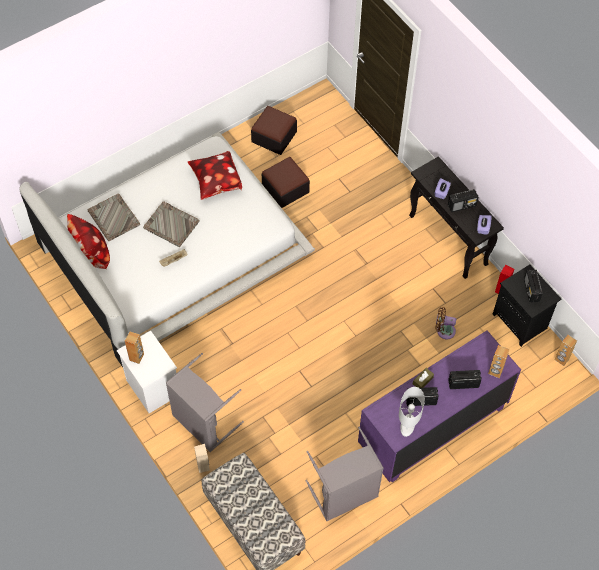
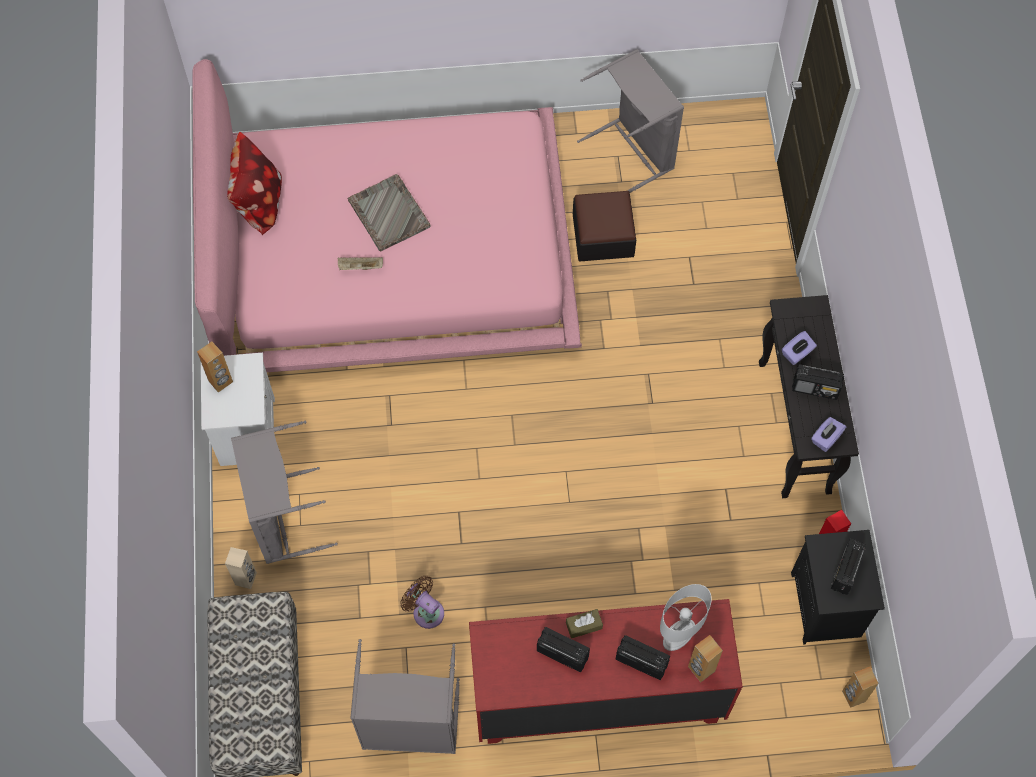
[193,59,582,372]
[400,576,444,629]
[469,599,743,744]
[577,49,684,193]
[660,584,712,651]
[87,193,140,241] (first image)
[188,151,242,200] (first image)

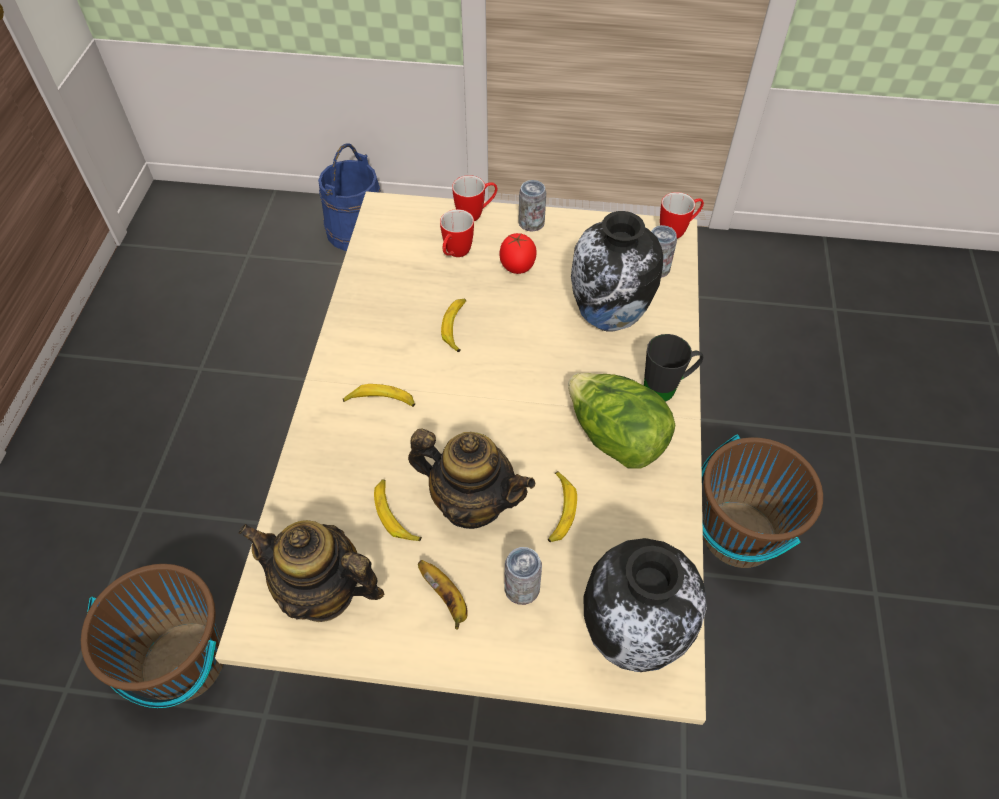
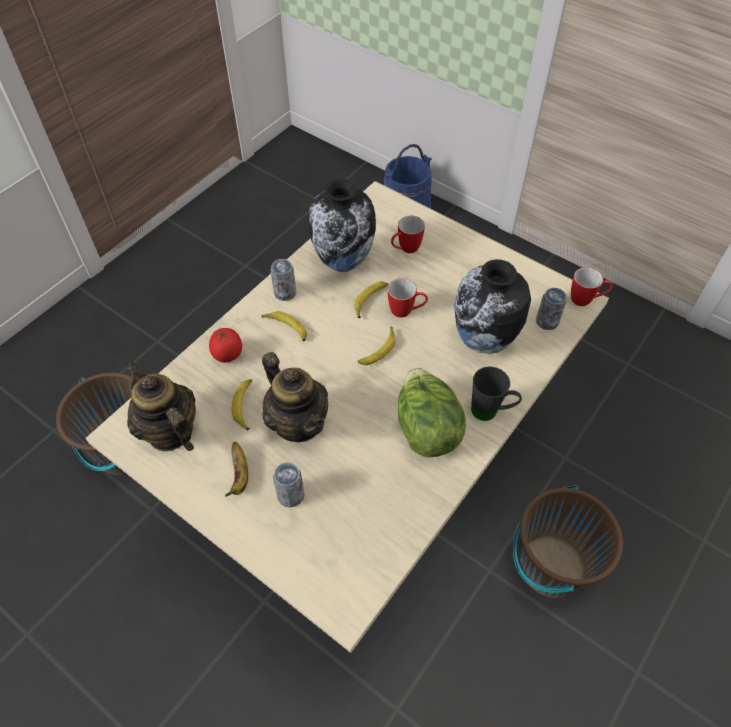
[209,328,242,363]
[271,259,296,301]
[308,179,376,272]
[358,327,396,366]
[388,278,428,318]

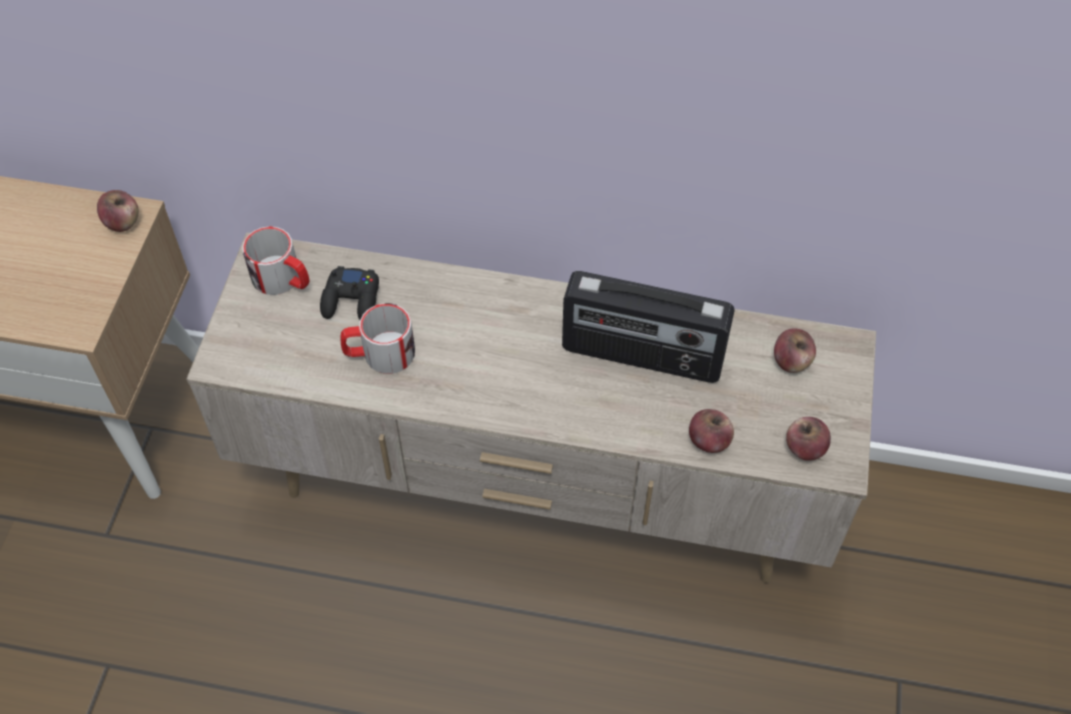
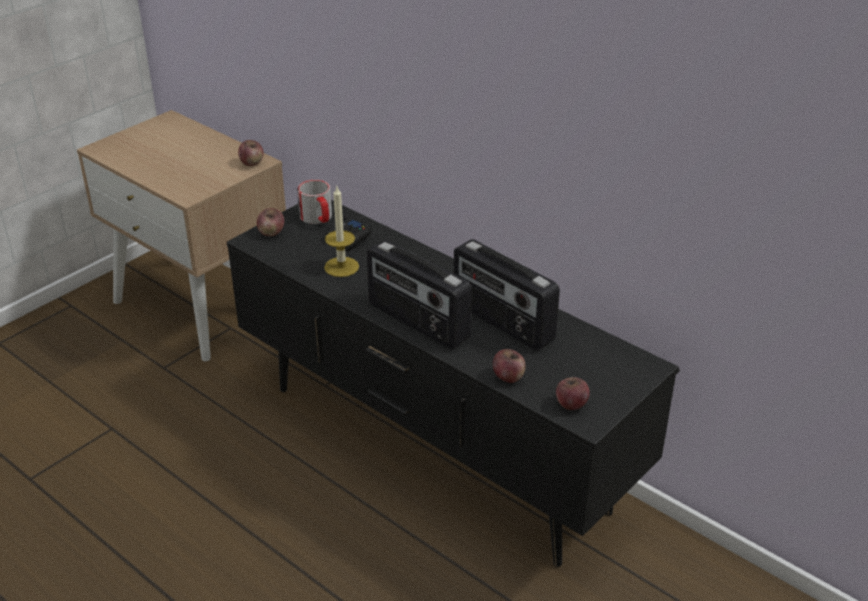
[227,200,680,567]
[257,208,284,236]
[324,187,359,277]
[367,240,472,349]

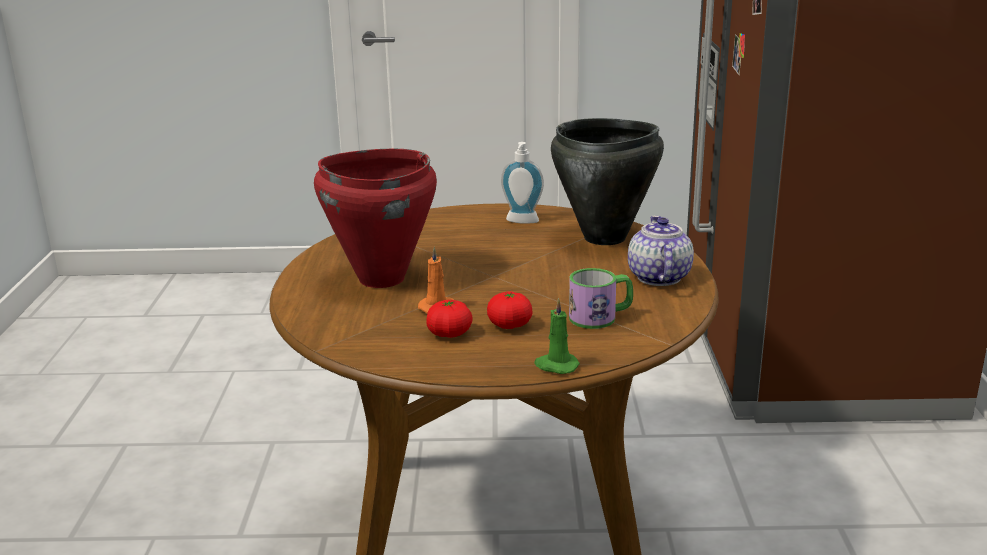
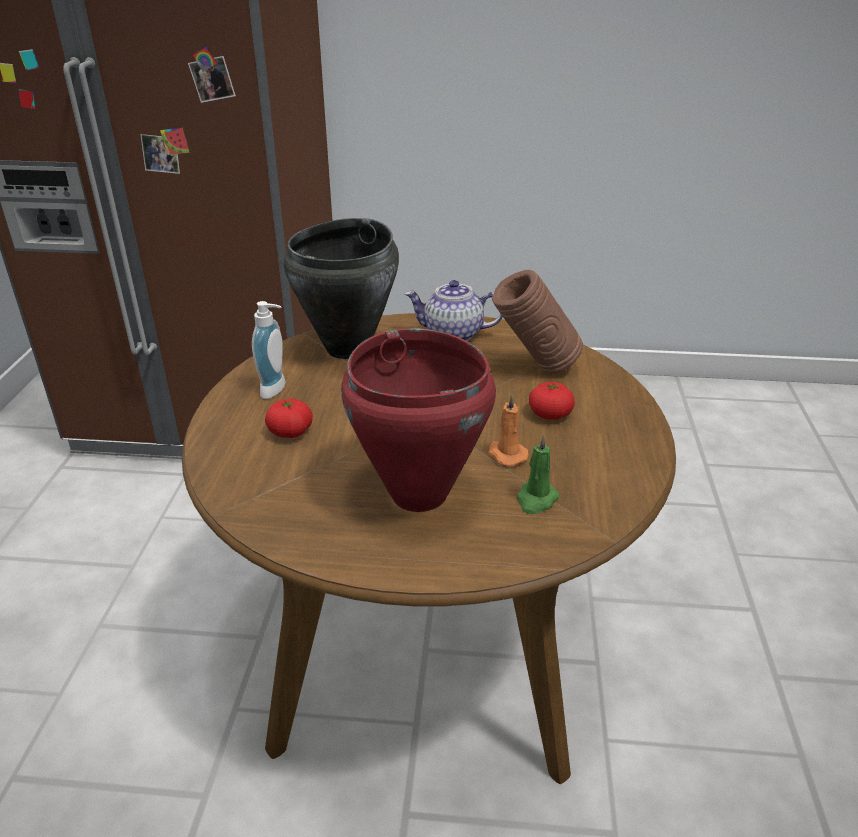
[265,398,313,438]
[492,270,583,373]
[517,434,560,514]

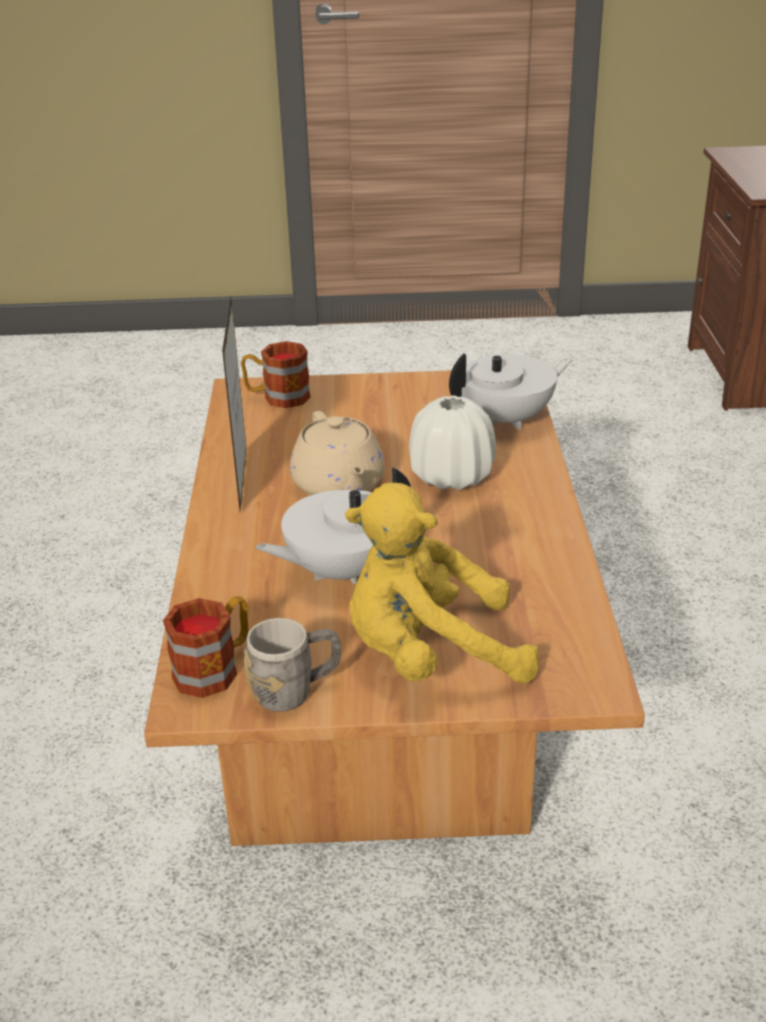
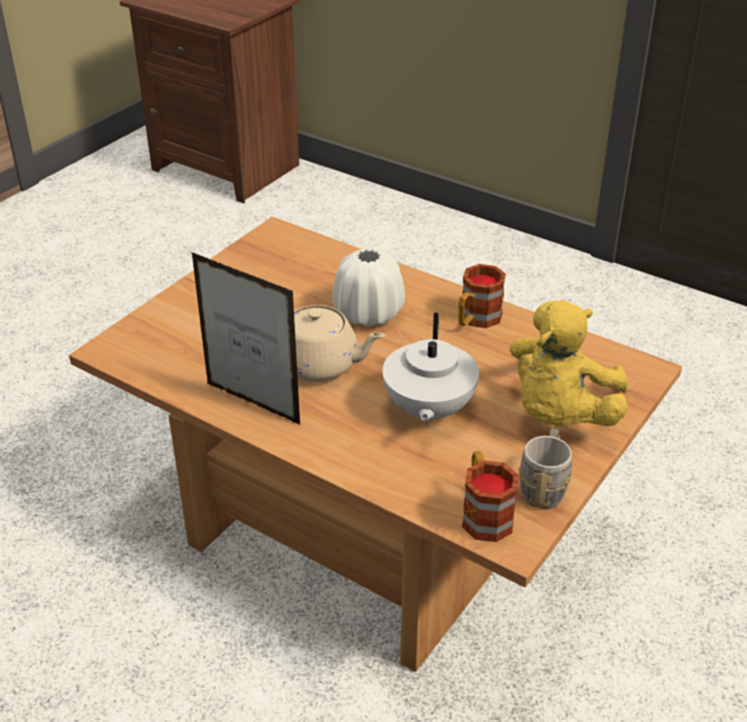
[458,264,506,328]
[449,353,573,430] (first image)

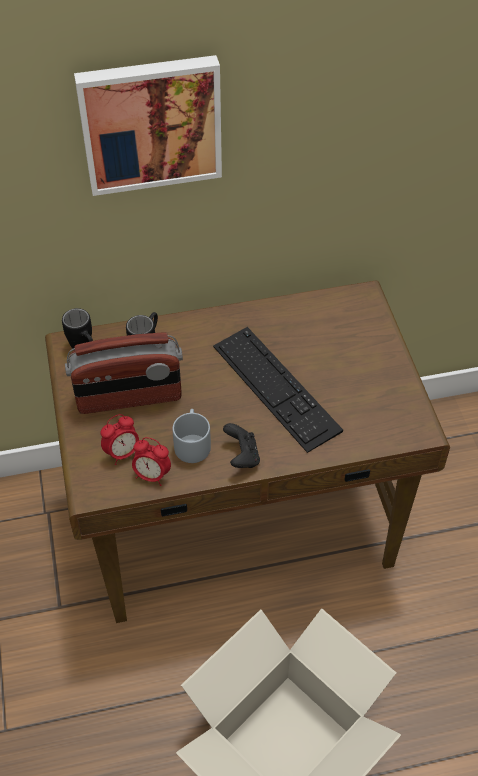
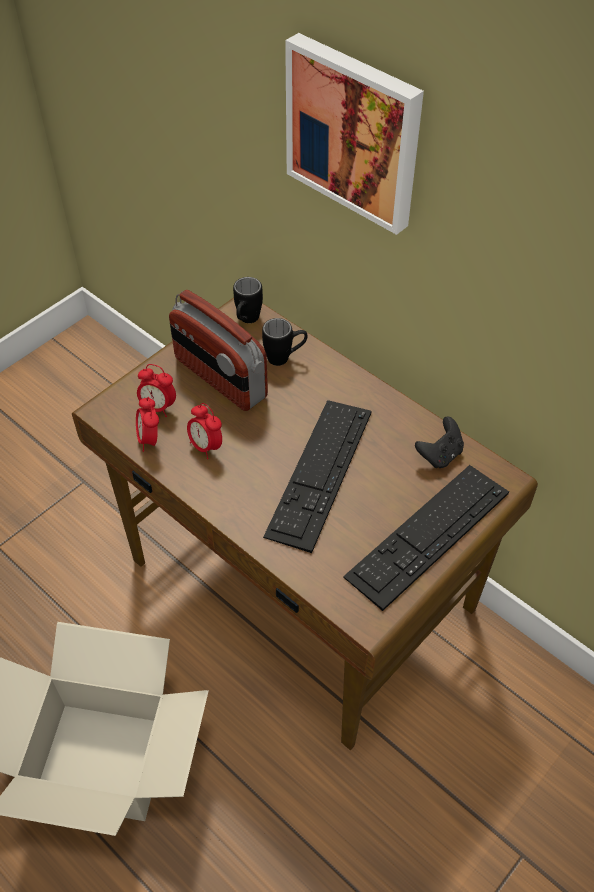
[187,403,222,459]
[343,465,509,611]
[415,417,464,468]

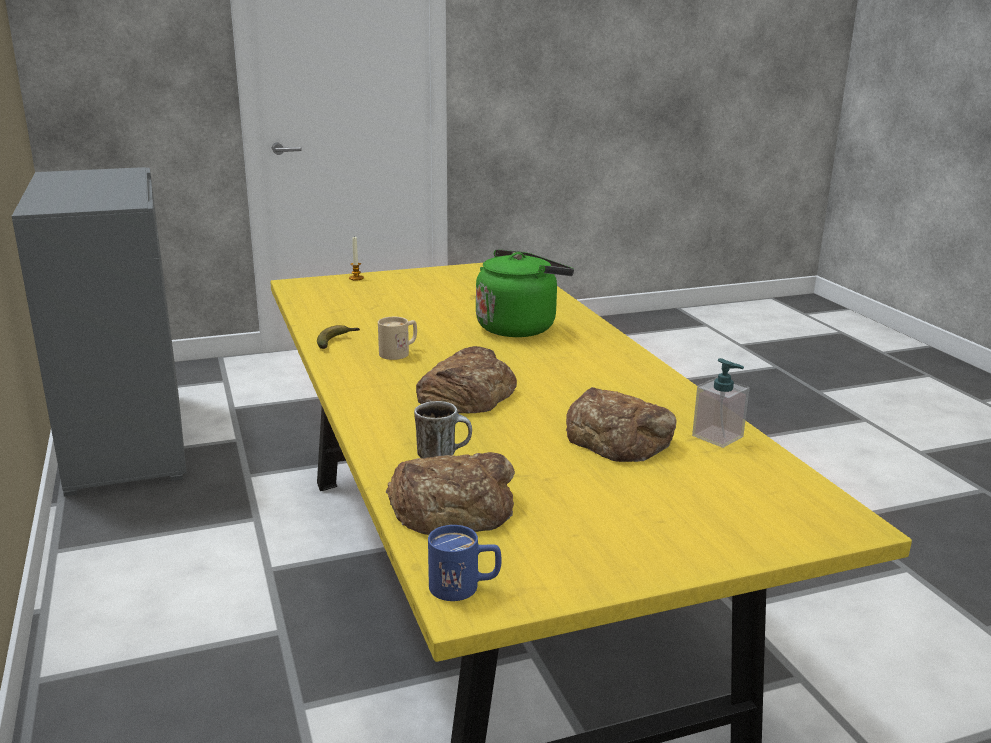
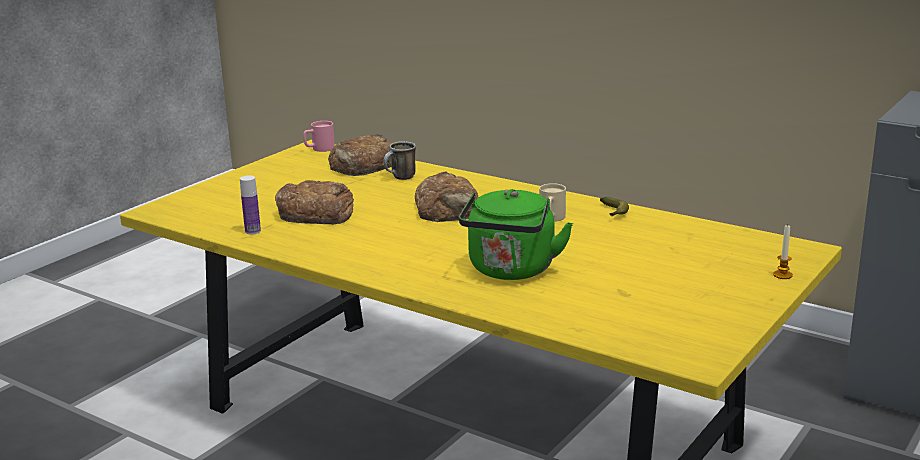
[240,175,261,234]
[303,121,335,152]

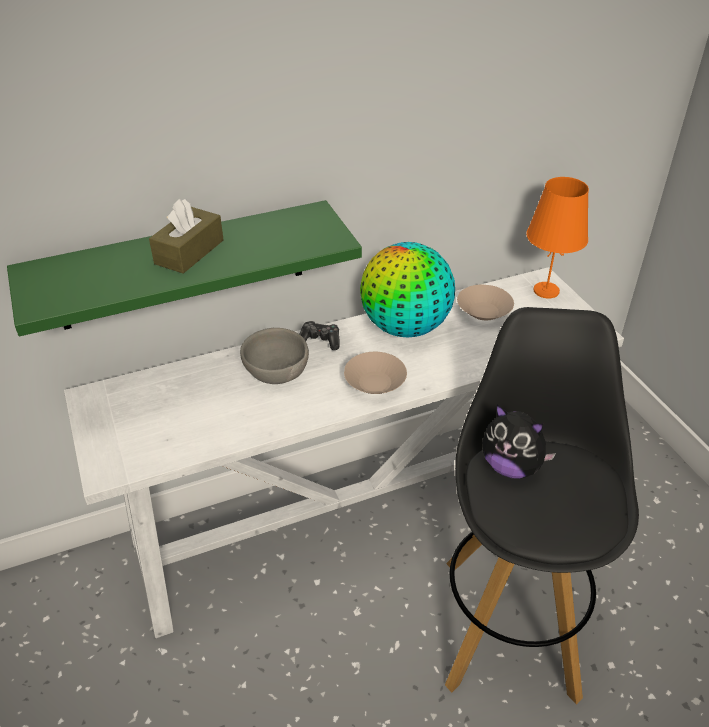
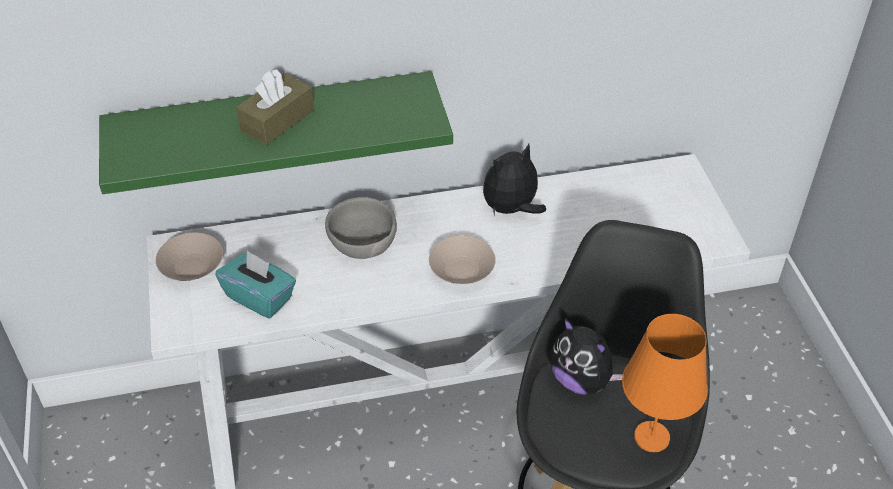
[156,232,223,281]
[215,250,296,319]
[483,144,546,217]
[622,314,708,452]
[300,321,340,350] (first image)

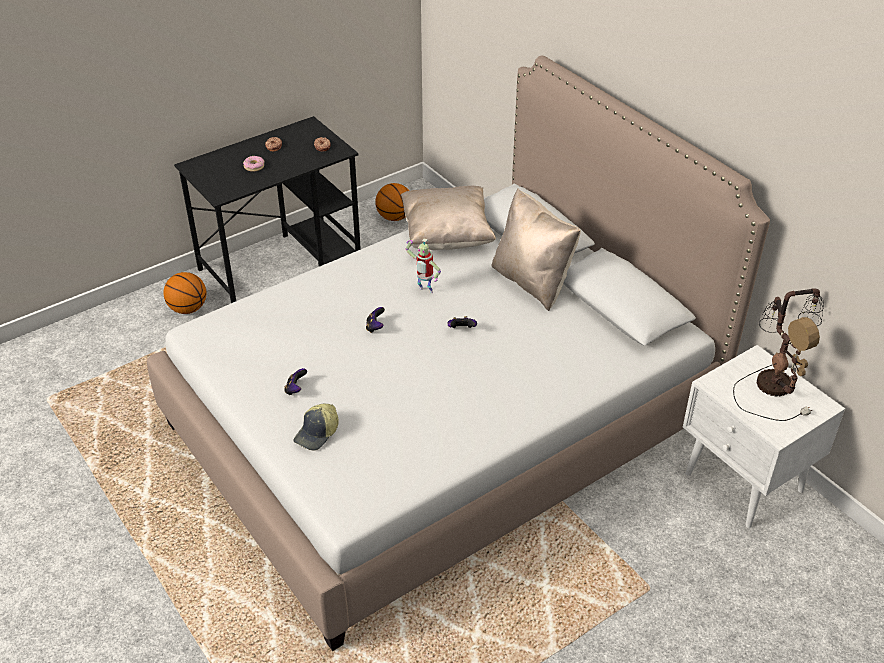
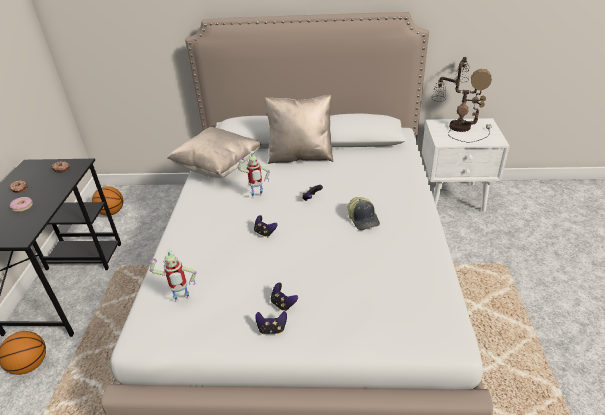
[150,249,197,302]
[255,311,287,335]
[348,197,380,230]

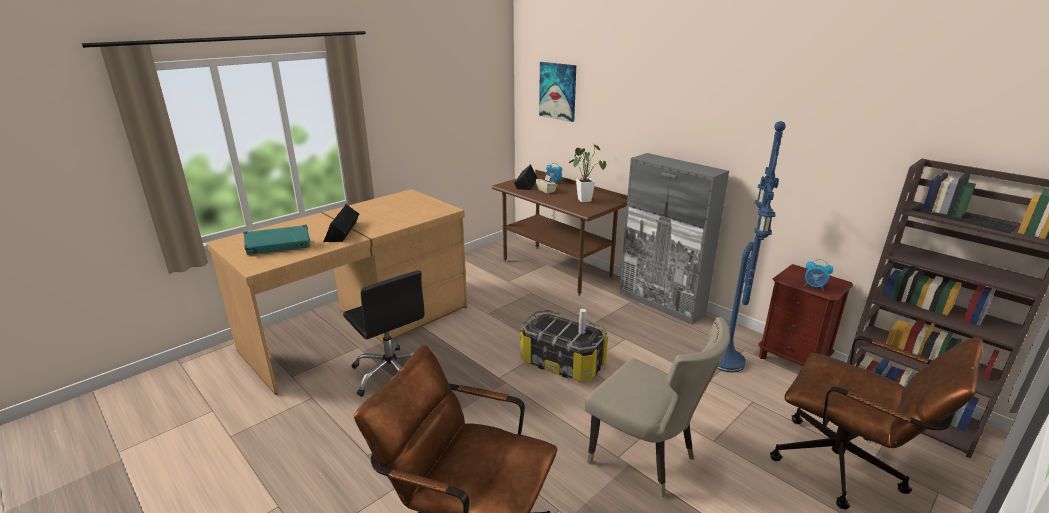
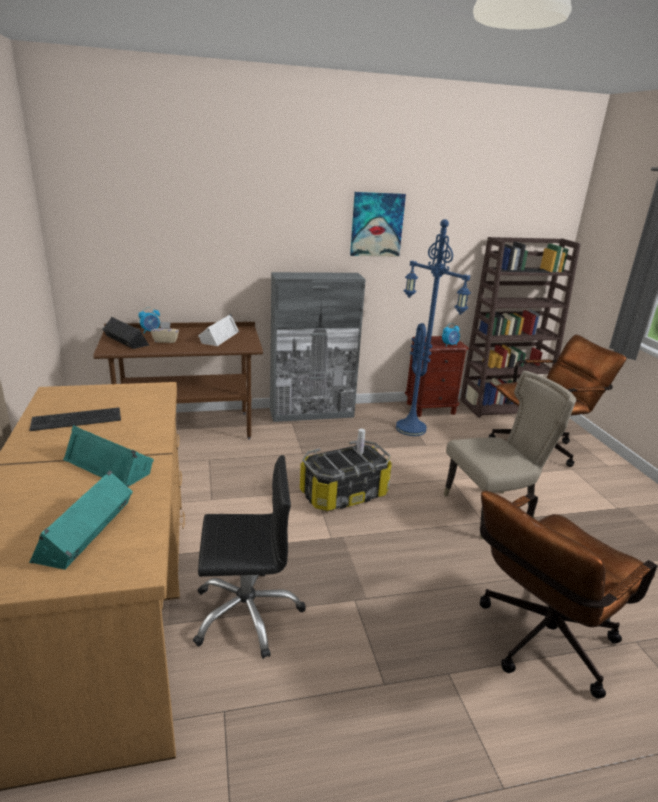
[29,407,121,431]
[63,425,154,487]
[198,314,239,346]
[350,192,406,257]

